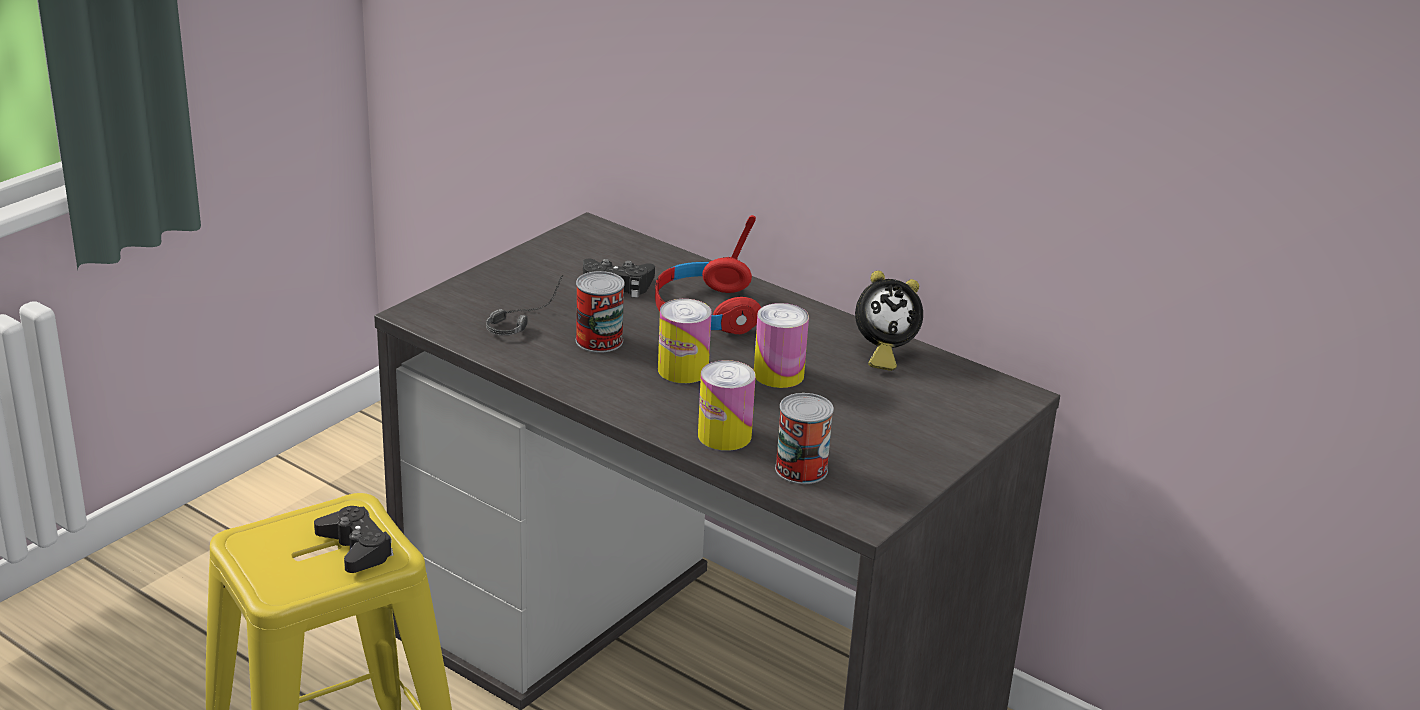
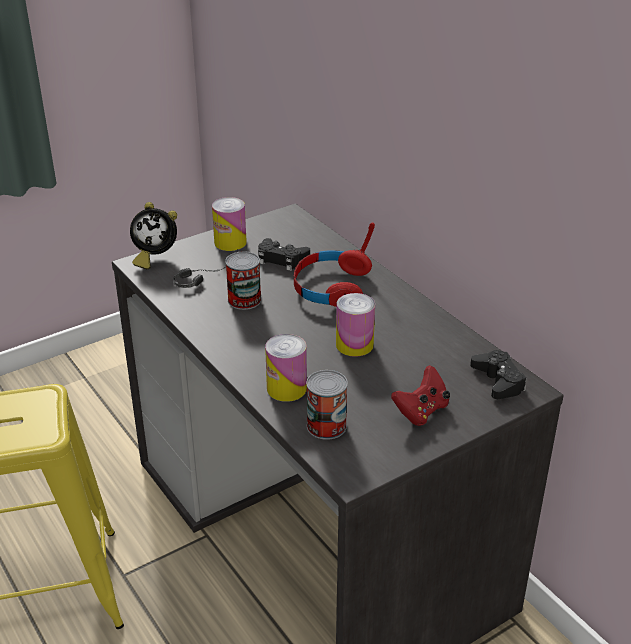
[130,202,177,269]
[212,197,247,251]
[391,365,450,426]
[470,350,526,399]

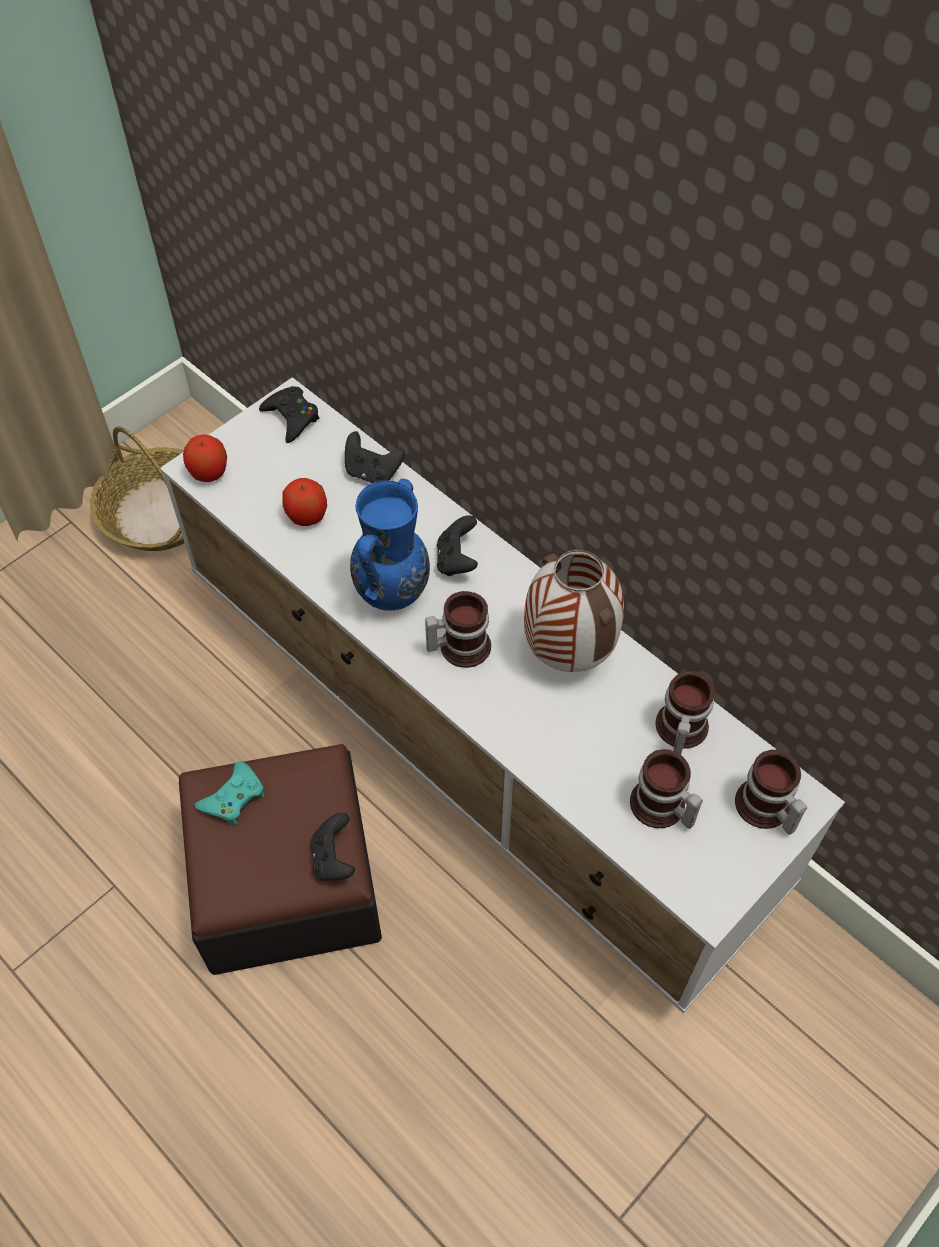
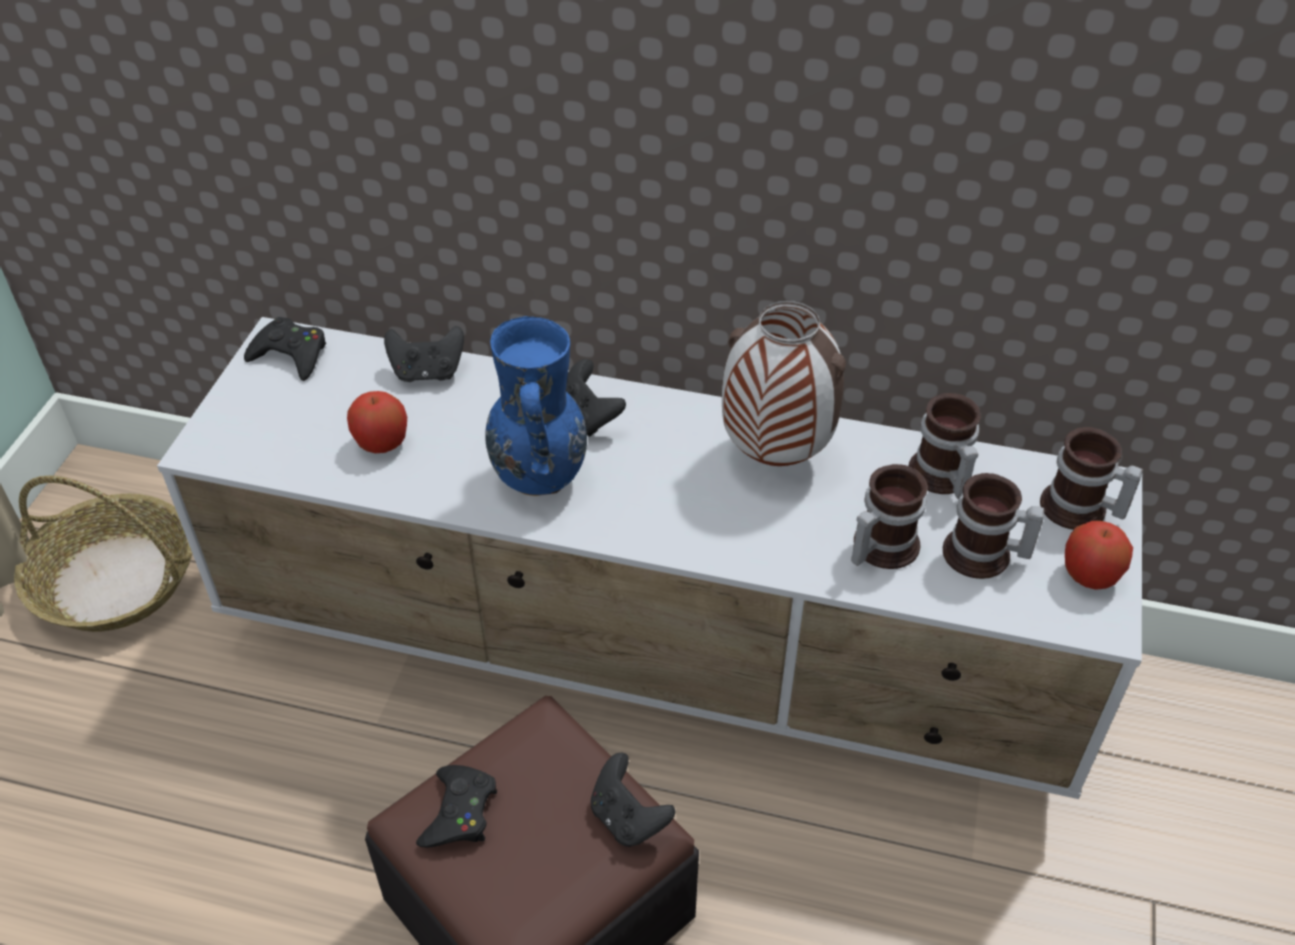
[416,765,497,848]
[851,464,928,569]
[1065,521,1133,590]

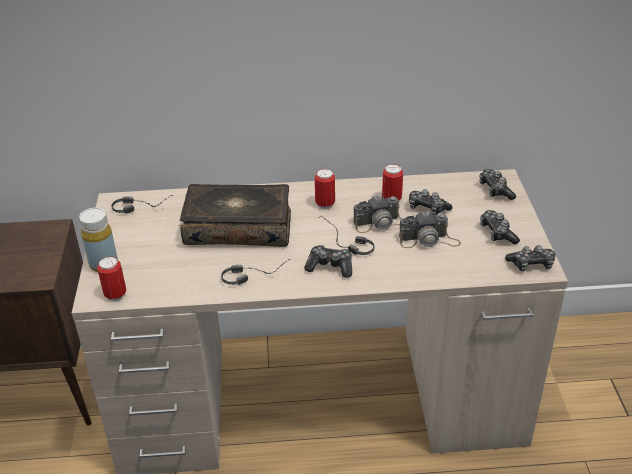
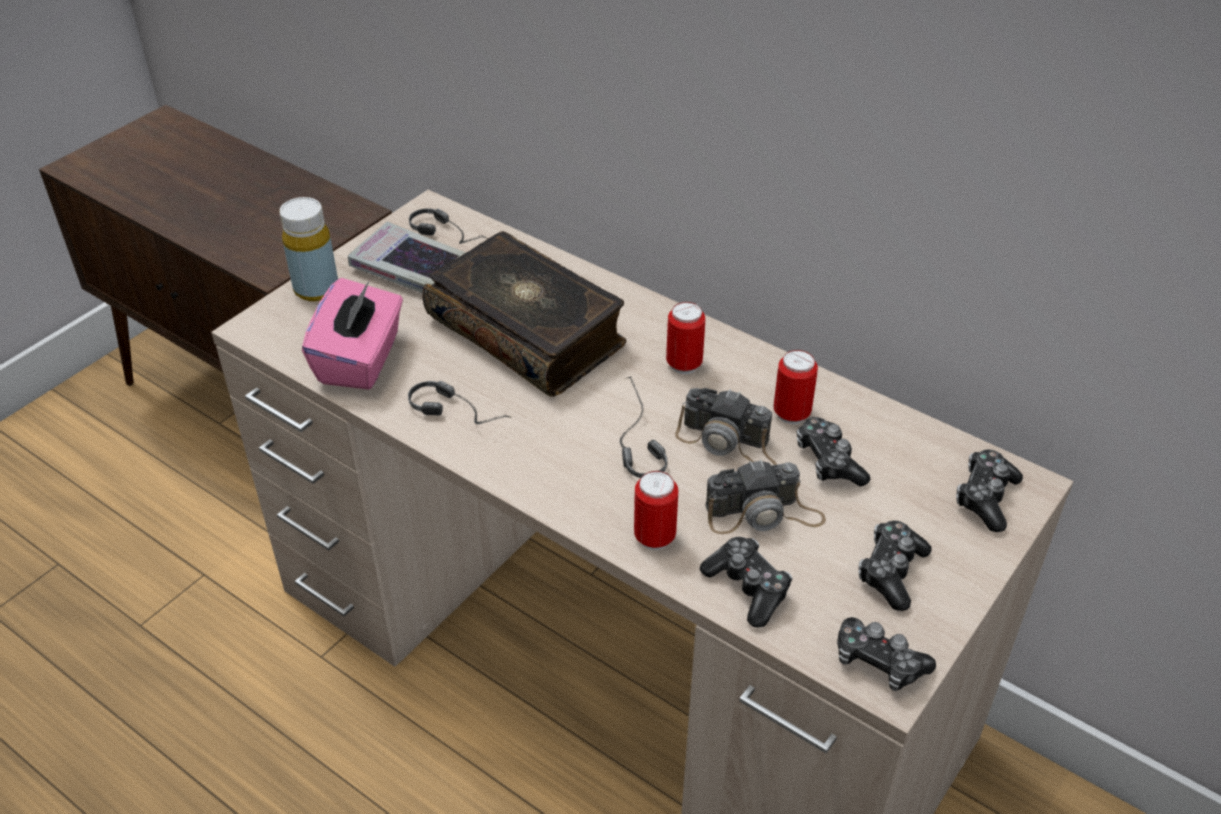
[302,278,403,389]
[348,222,466,293]
[634,471,678,550]
[700,537,792,628]
[705,459,826,534]

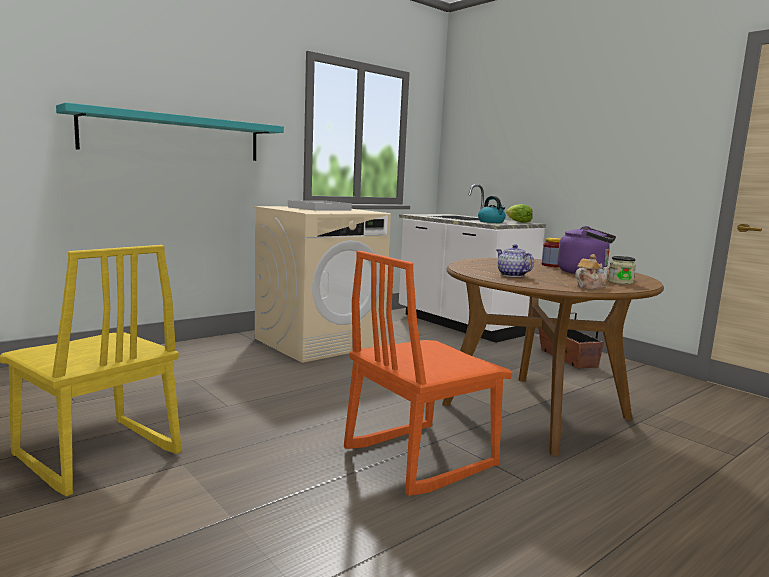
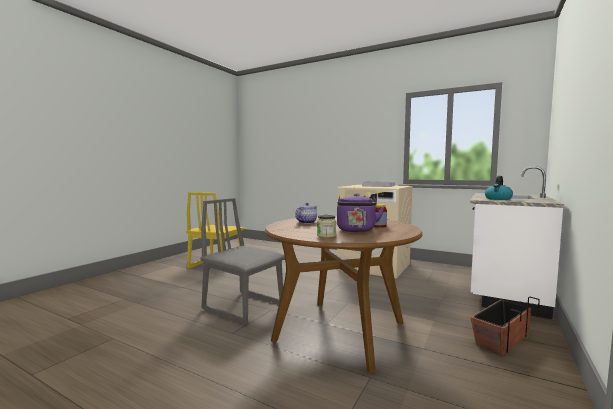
[200,198,285,325]
[56,103,284,161] (first image)
[506,204,533,223] (first image)
[575,254,609,289] (first image)

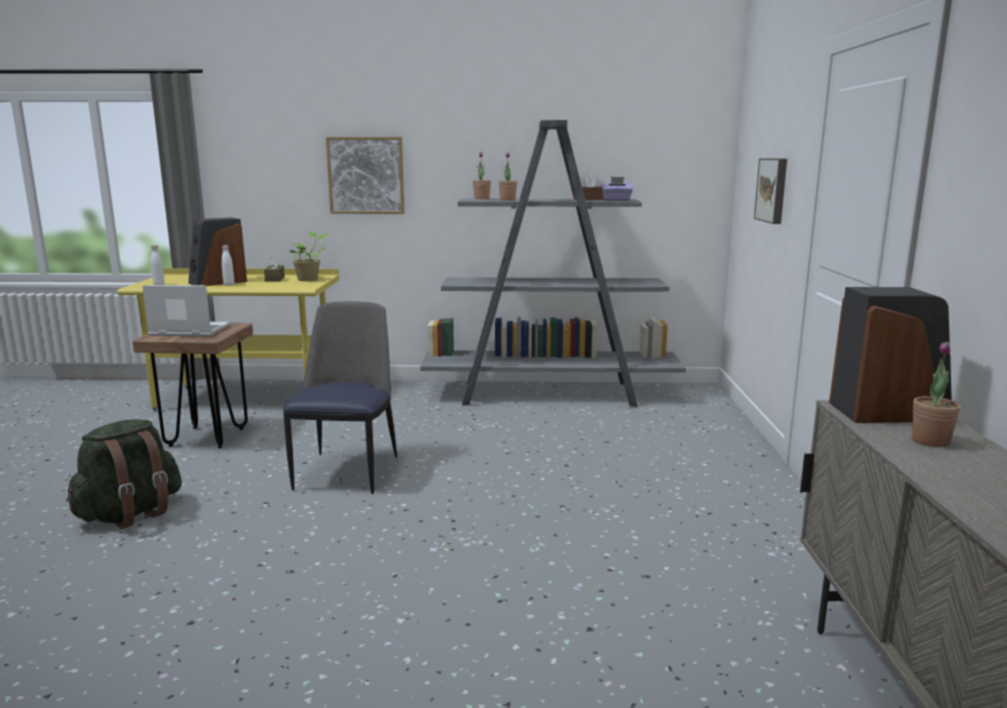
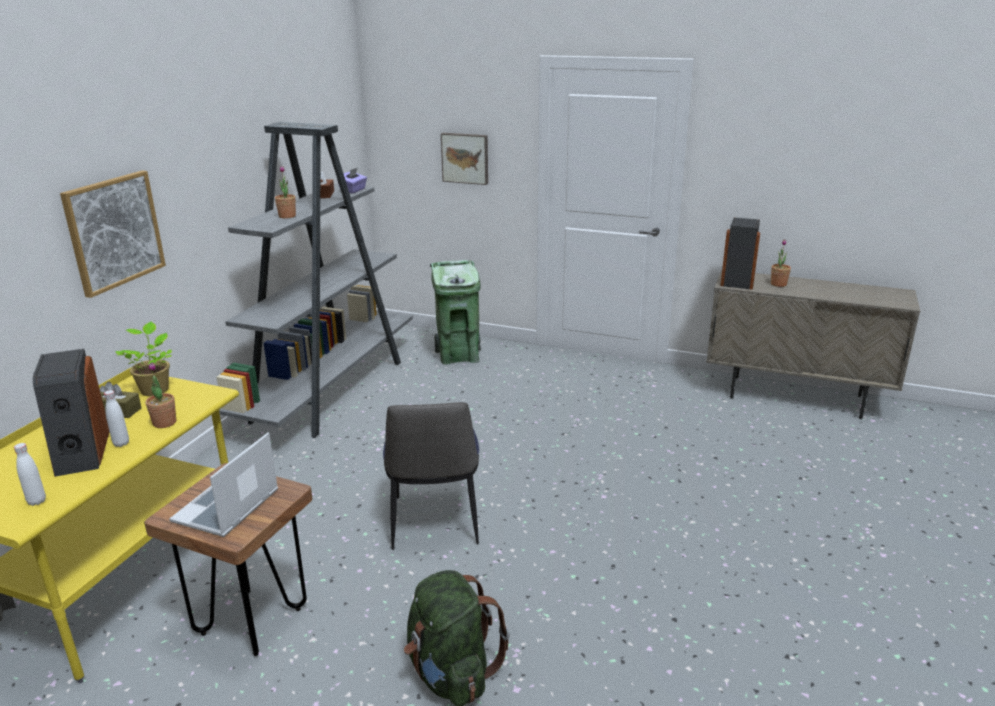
[146,362,176,428]
[383,402,479,550]
[430,260,481,364]

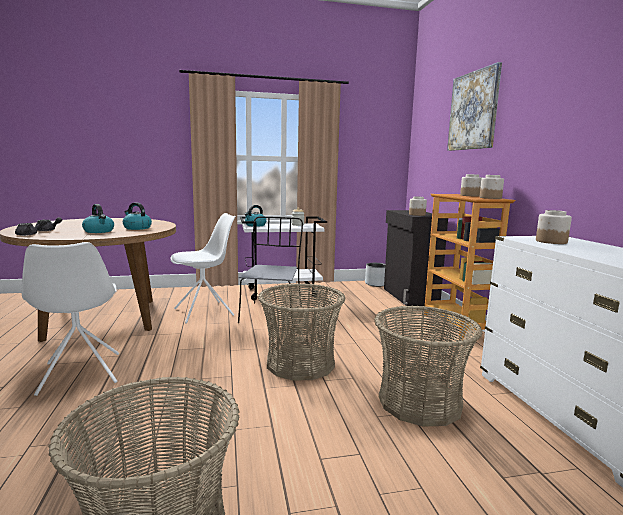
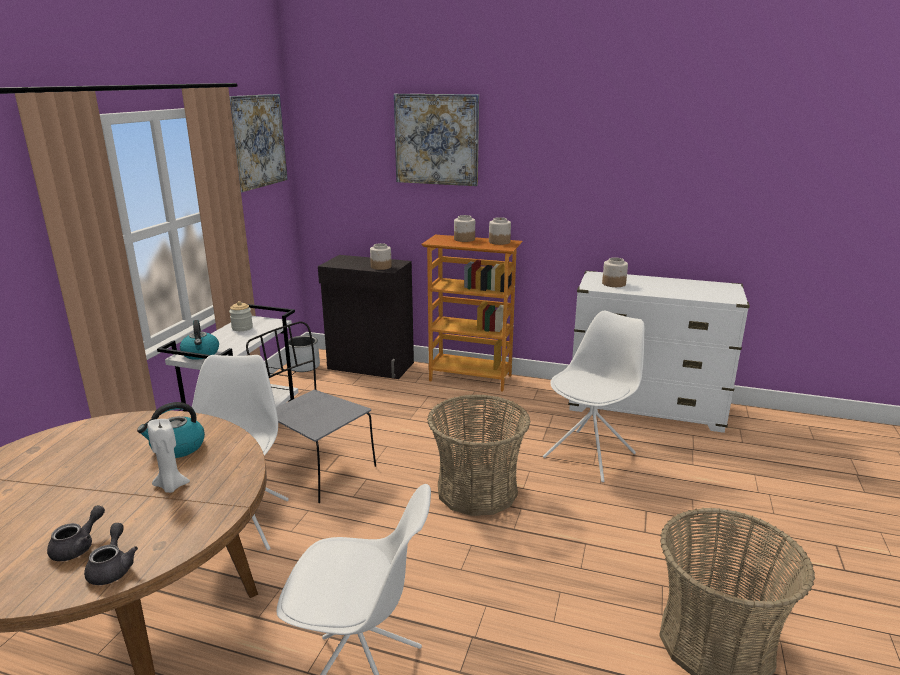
[147,419,190,493]
[229,94,288,193]
[543,311,645,482]

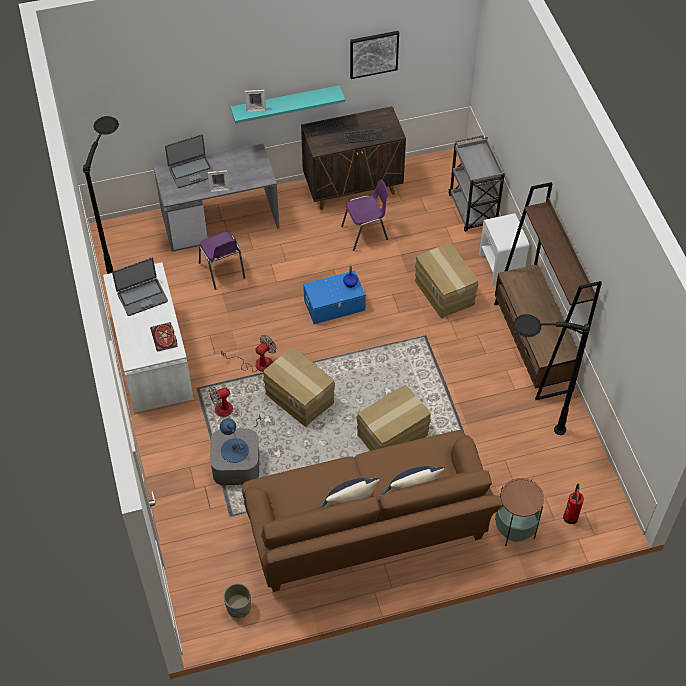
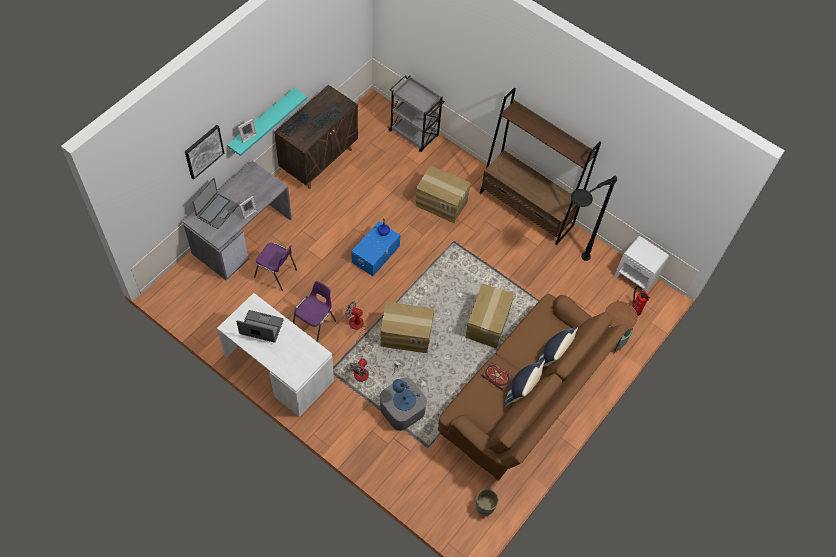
[185,125,224,180]
[236,310,284,343]
[293,281,336,342]
[345,301,367,351]
[481,363,512,390]
[614,236,669,293]
[83,116,119,274] (first image)

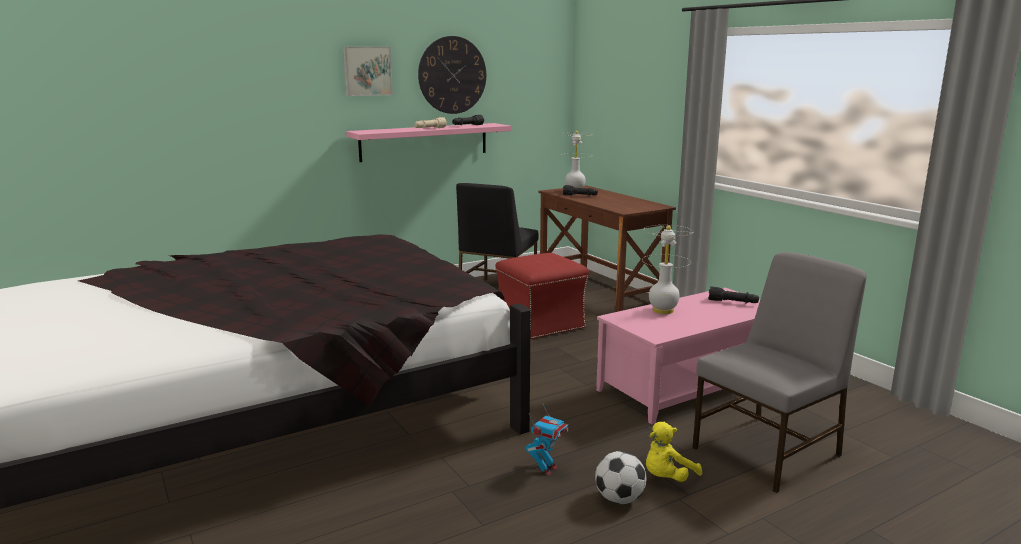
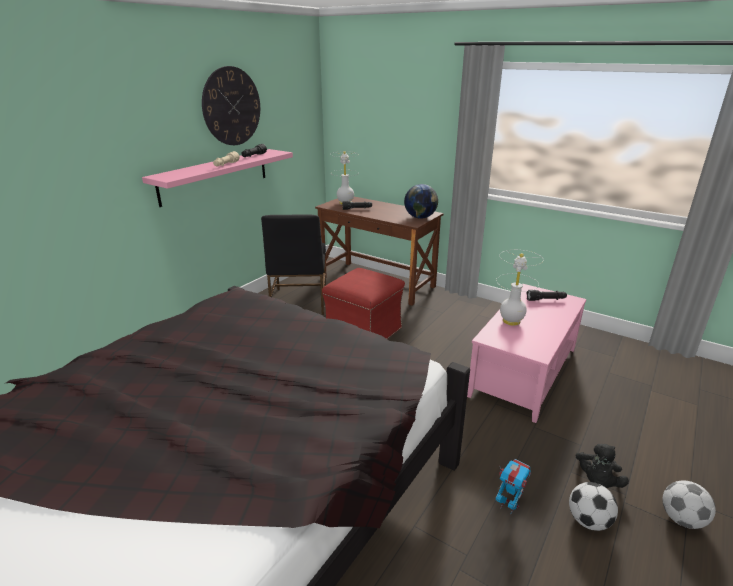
[404,184,438,219]
[495,459,531,514]
[576,444,629,488]
[663,480,716,529]
[343,47,393,96] (first image)
[693,252,867,493] (first image)

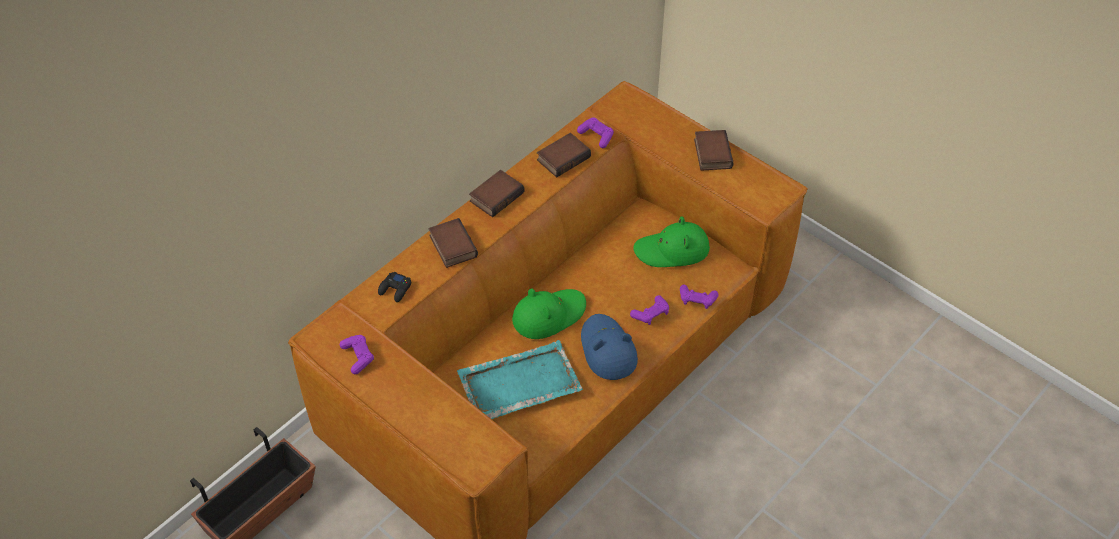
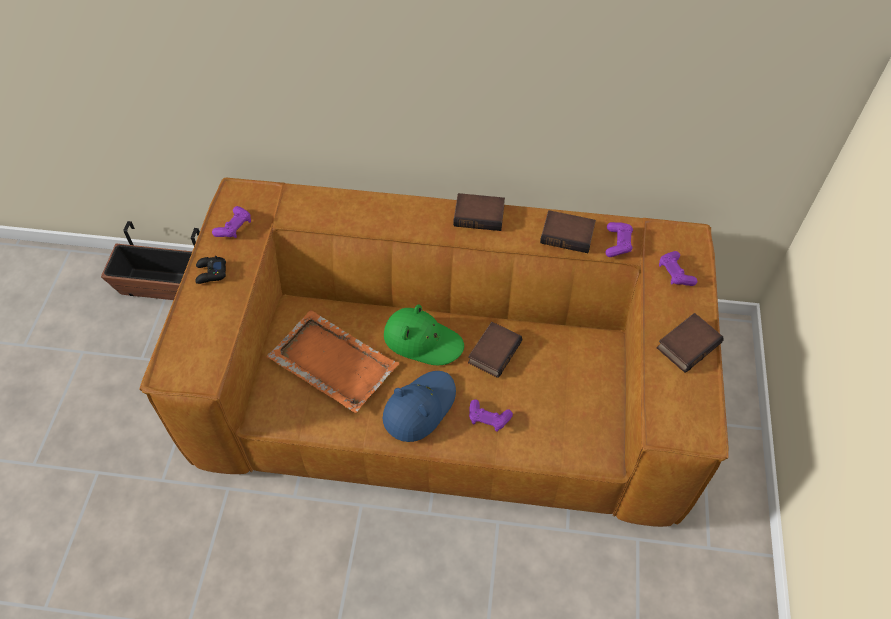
[195,256,226,284]
[267,310,399,413]
[468,322,522,378]
[659,251,697,286]
[633,216,710,267] (first image)

